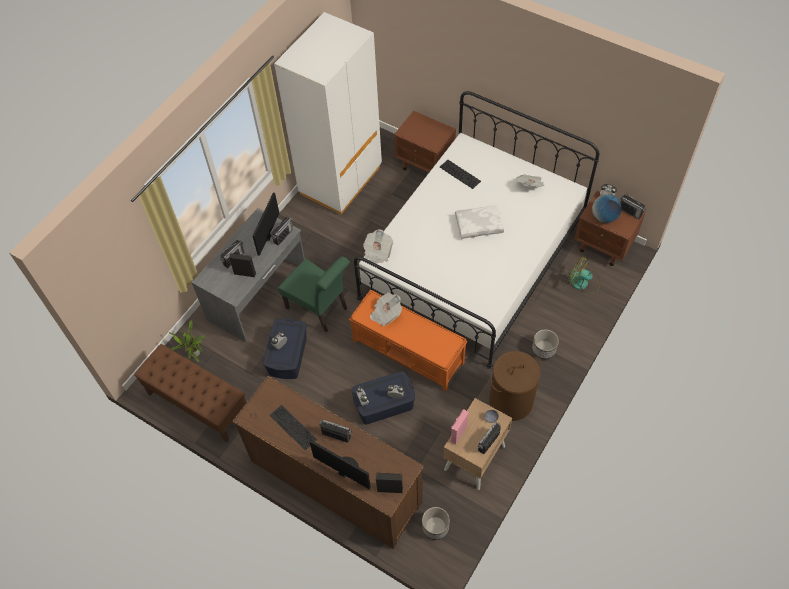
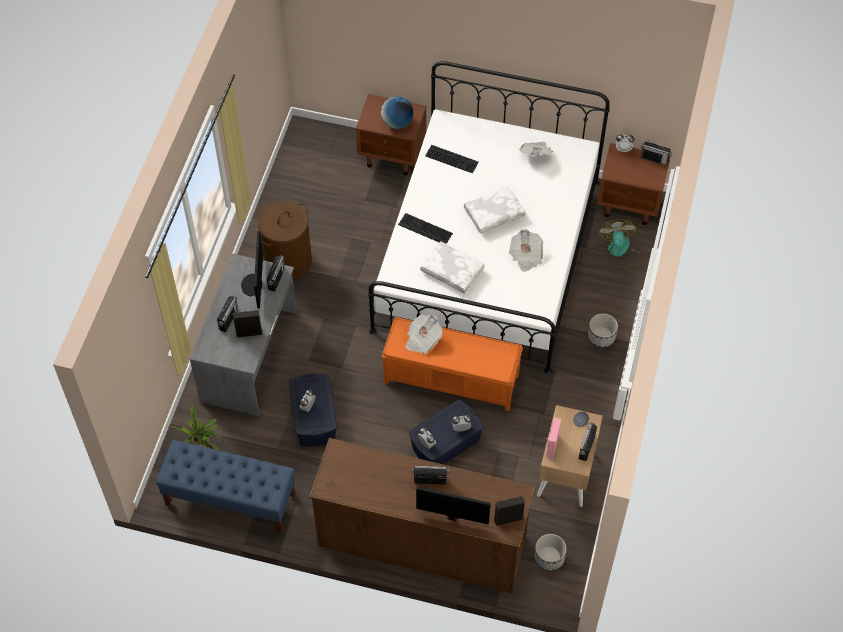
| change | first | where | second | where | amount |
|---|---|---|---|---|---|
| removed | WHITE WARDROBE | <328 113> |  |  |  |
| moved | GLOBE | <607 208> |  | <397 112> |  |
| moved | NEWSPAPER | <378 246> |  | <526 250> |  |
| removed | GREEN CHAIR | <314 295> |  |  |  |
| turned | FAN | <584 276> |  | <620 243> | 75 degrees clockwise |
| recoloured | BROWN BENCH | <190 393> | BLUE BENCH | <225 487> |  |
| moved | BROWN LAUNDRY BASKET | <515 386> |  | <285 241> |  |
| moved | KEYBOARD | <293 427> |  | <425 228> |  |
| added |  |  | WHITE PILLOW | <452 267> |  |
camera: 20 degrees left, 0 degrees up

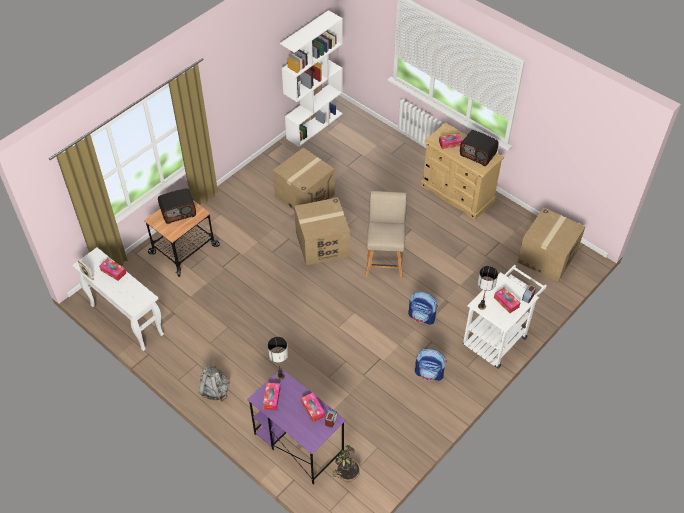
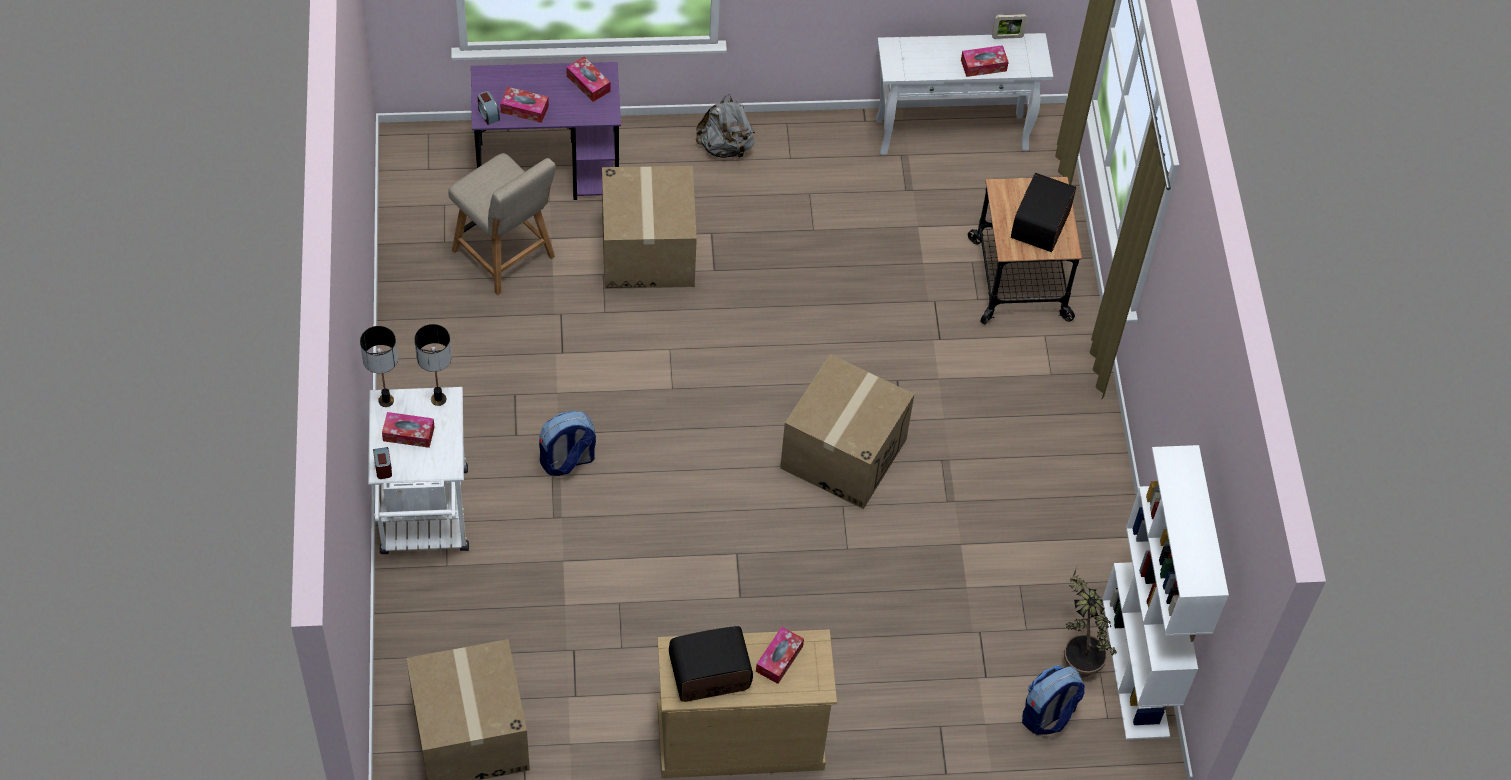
| change | first | where | second | where | amount |
|---|---|---|---|---|---|
| moved | CARDBOARD BOX | <304 179> |  | <649 227> |  |
| moved | BEIGE CHAIR | <386 235> |  | <502 224> |  |
| moved | TABLE LAMP | <278 358> |  | <379 366> |  |
| moved | BACKPACK | <431 365> |  | <1053 700> |  |
| moved | POTTED PLANT | <346 463> |  | <1090 621> |  |
camera: 130 degrees right, 5 degrees up

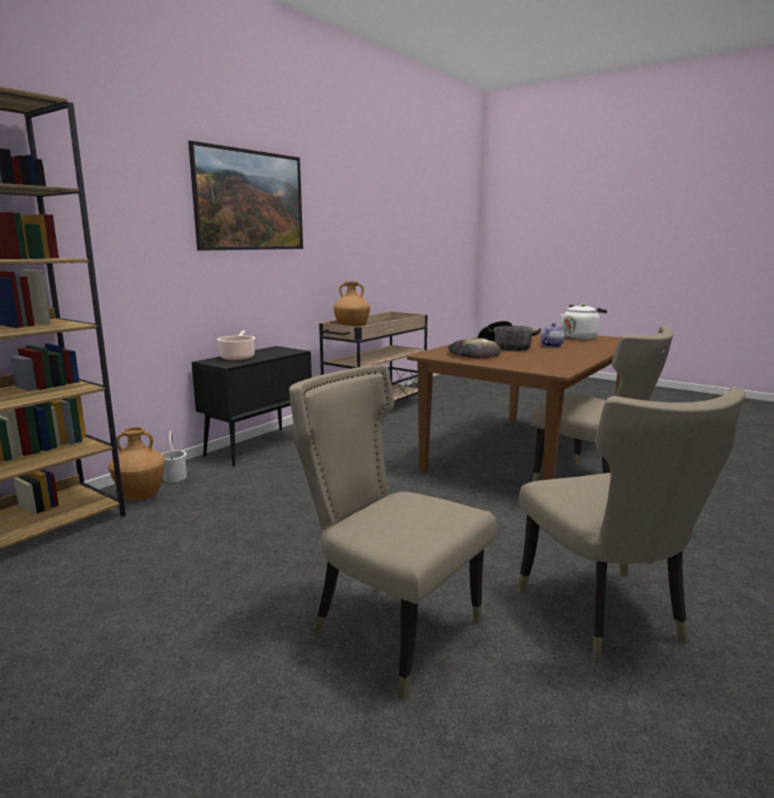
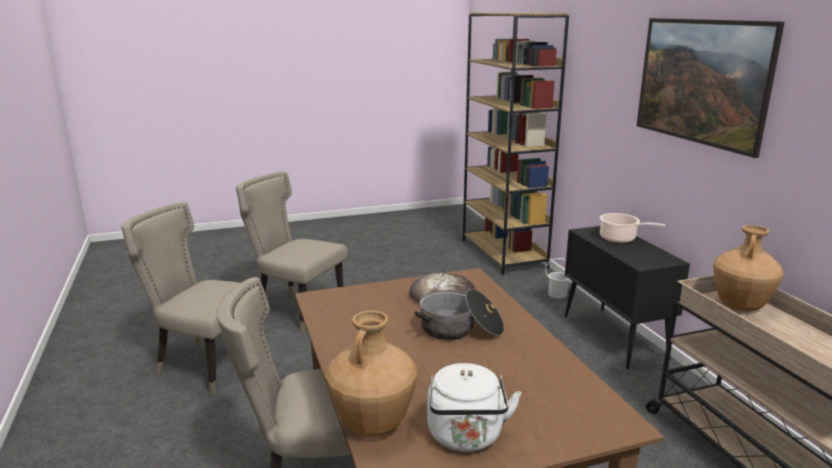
| change | first | where | second | where | amount |
|---|---|---|---|---|---|
| removed | TEAPOT | <552 335> |  |  |  |
| turned | BEIGE CHAIR | <393 532> |  | <292 251> | 135 degrees counterclockwise |
| moved | BROWN VASE | <136 463> |  | <371 374> |  |
camera: 125 degrees right, 5 degrees up

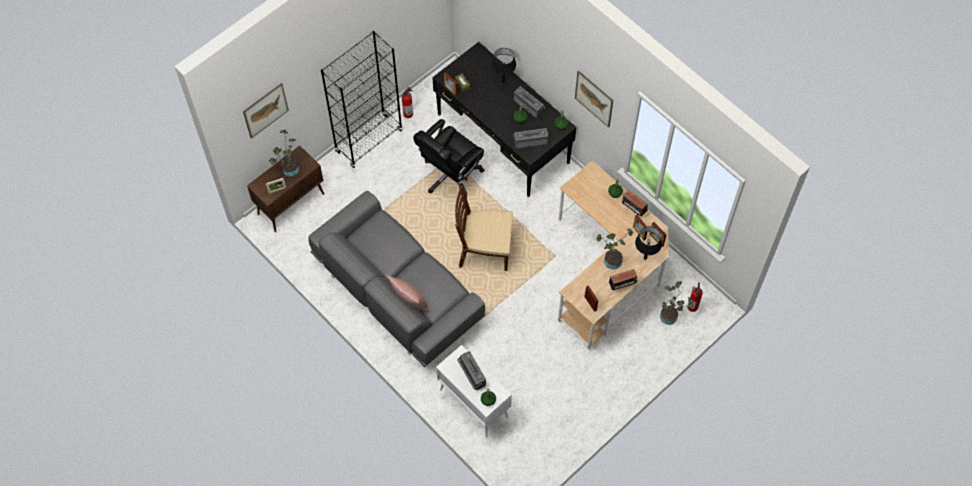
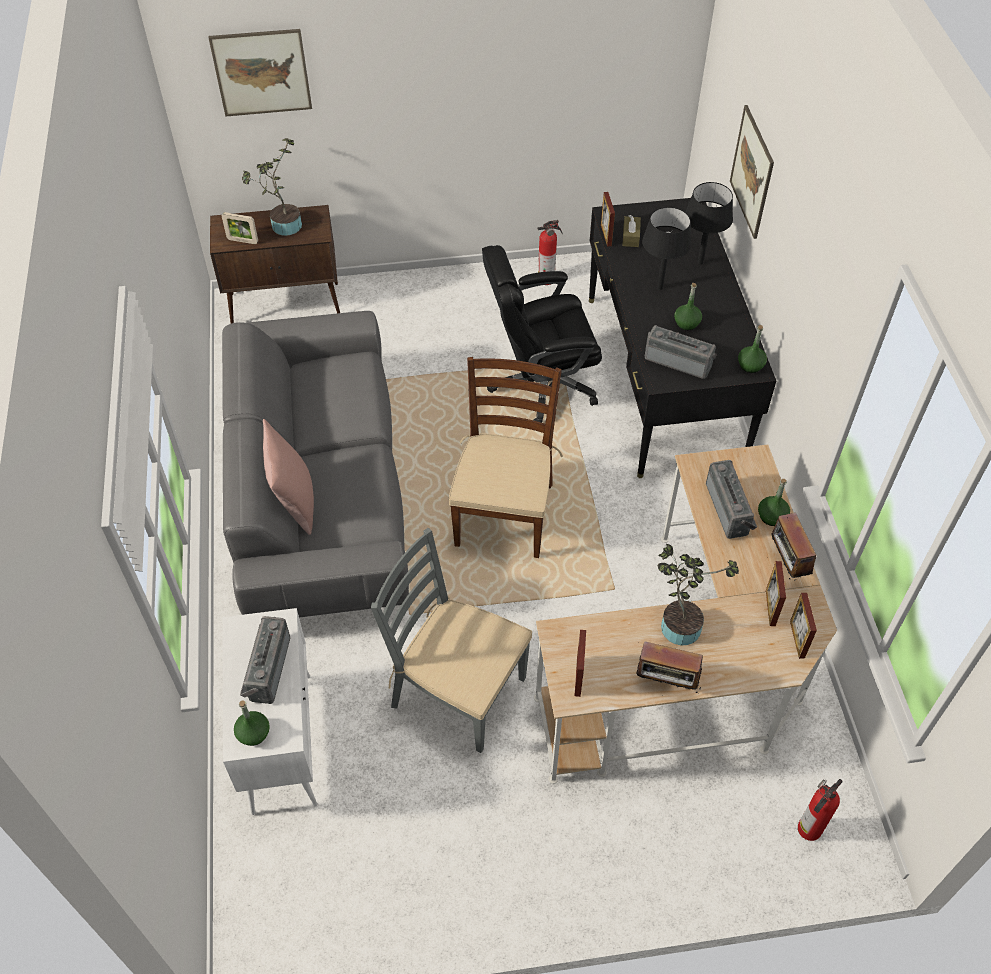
| change | first | where | second | where | amount |
|---|---|---|---|---|---|
| removed | BLACK BOOKCASE | <362 99> |  |  |  |
| moved | PICTURE | <594 99> |  | <752 172> |  |
| moved | RADIO | <530 102> |  | <731 499> |  |
| turned | BROWN CHAIR | <484 228> |  | <506 457> | 60 degrees clockwise |
| moved | BLACK TABLE LAMP | <648 243> |  | <667 248> |  |
| removed | POTTED PLANT | <676 303> |  |  |  |
| added |  |  | GREY CHAIR | <451 640> |  |
camera: 35 degrees right, 10 degrees down

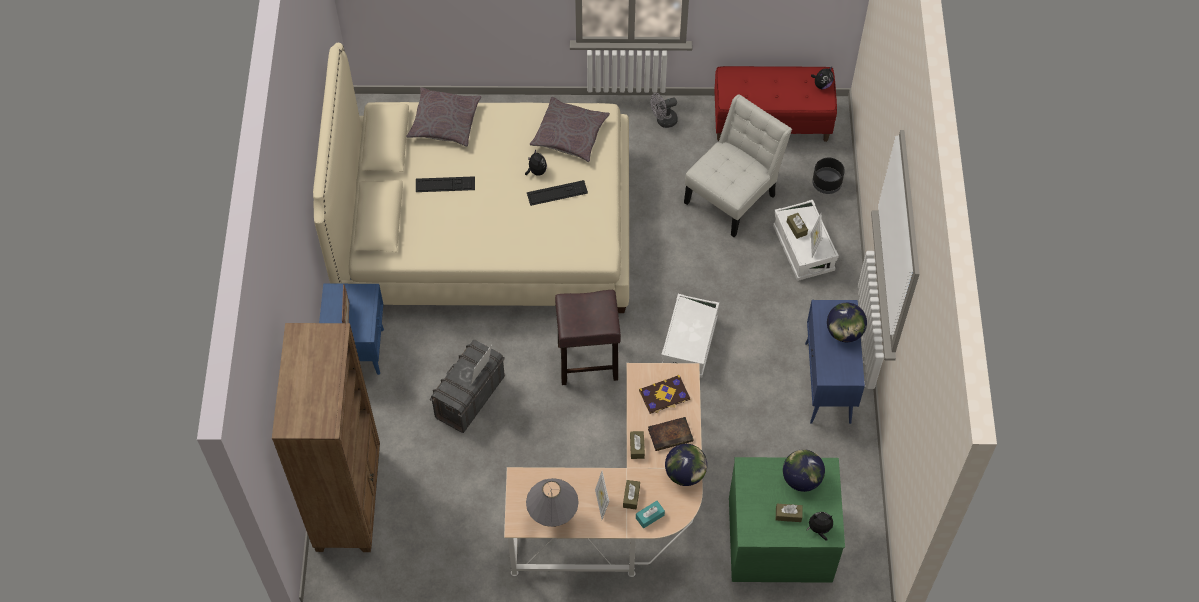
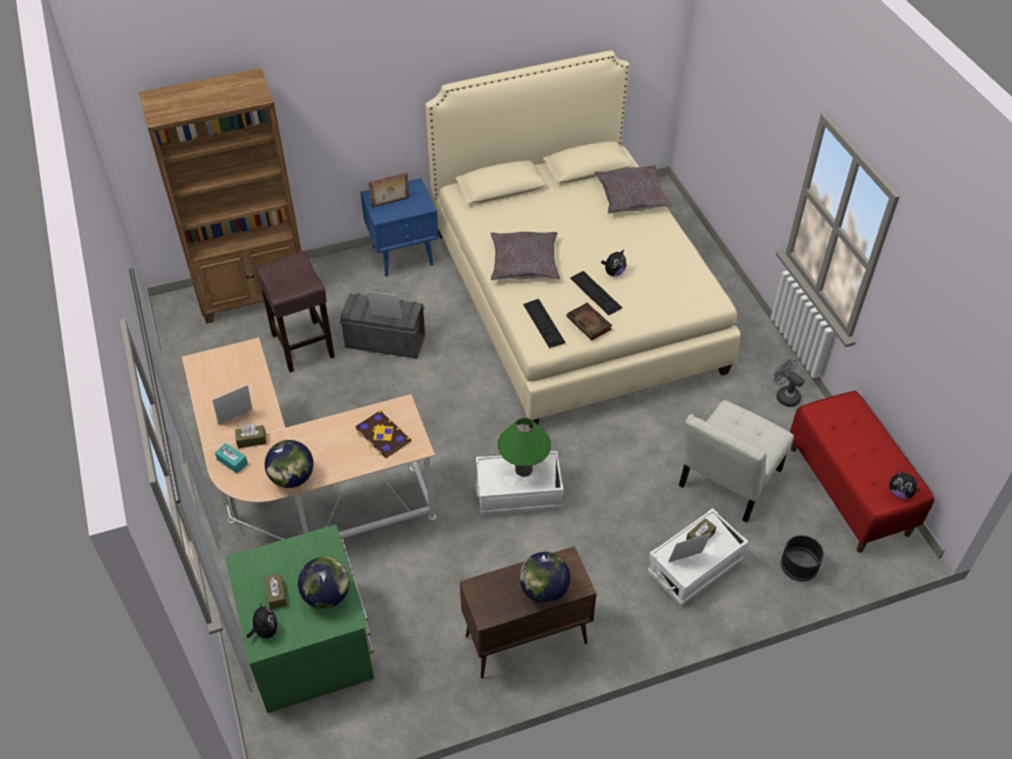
| change | first | where | second | where | amount |
|---|---|---|---|---|---|
| turned | WHITE CHAIR | <738 165> |  | <736 461> | 105 degrees clockwise |
| moved | GREY PILLOW | <570 129> |  | <525 256> |  |
| moved | KEYBOARD | <445 184> |  | <544 323> |  |
| moved | BROWN STOOL | <588 337> |  | <295 311> |  |
| recoloured | BLUE CABINET | <835 362> | BROWN CABINET | <528 612> |  |
| moved | BOOK | <670 434> |  | <589 321> |  |
| removed | BROWN TISSUE BOX | <637 445> |  |  |  |
| removed | GREY TABLE LAMP | <552 502> |  |  |  |
| added |  |  | GREEN TABLE LAMP | <524 447> |  |
camera: 70 degrees right, 10 degrees down

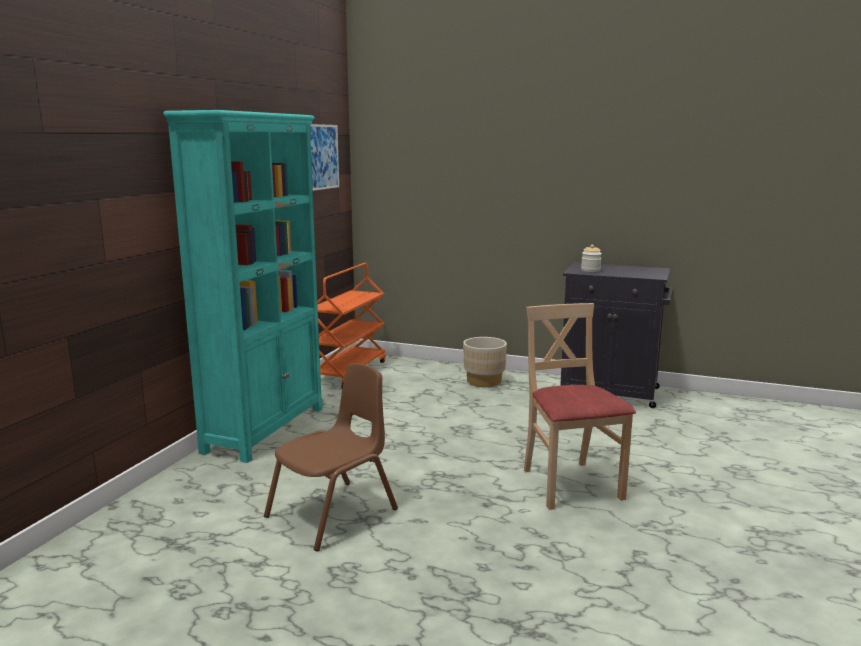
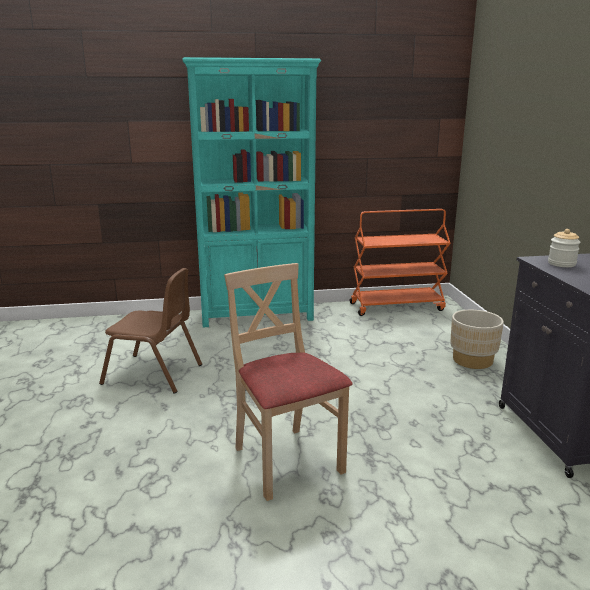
| change | first | where | second | where | amount |
|---|---|---|---|---|---|
| removed | PICTURE | <324 157> |  |  |  |
| turned | BEIGE CHAIR | <580 406> |  | <288 382> | 75 degrees counterclockwise |
camera: 60 degrees right, 5 degrees up

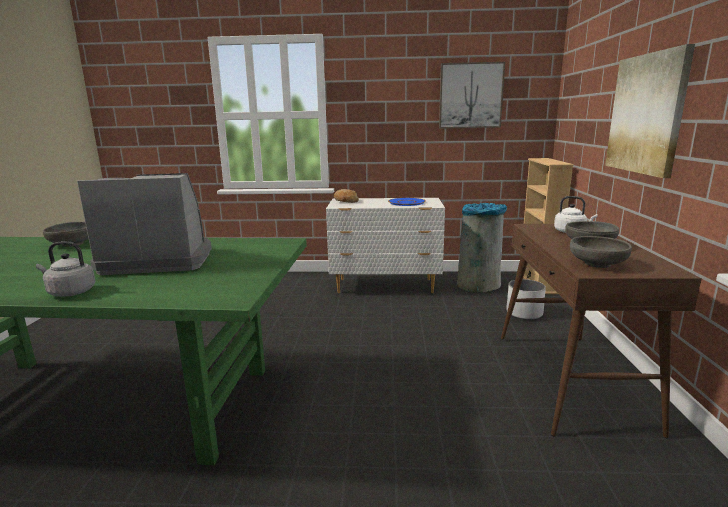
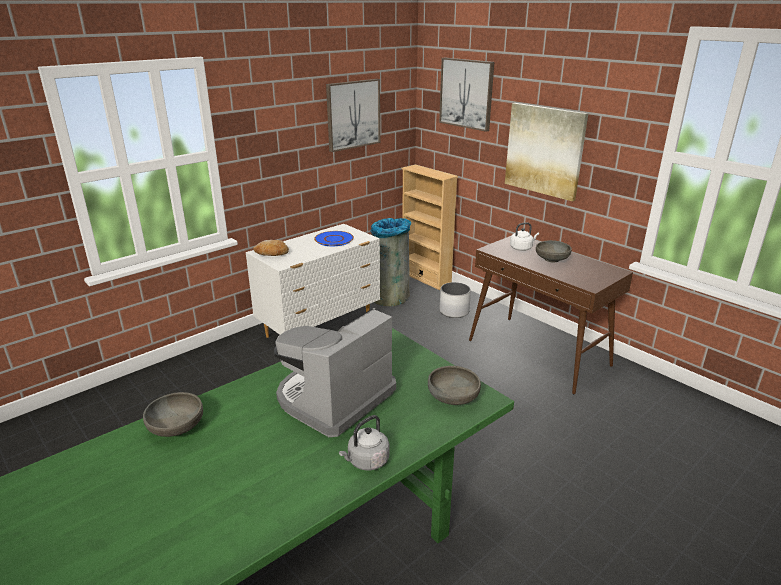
| change | first | where | second | where | amount |
|---|---|---|---|---|---|
| moved | GREY BOWL | <601 252> |  | <454 385> |  |
| added |  |  | PICTURE | <466 95> |  |
camera: 45 degrees left, 10 degrees up

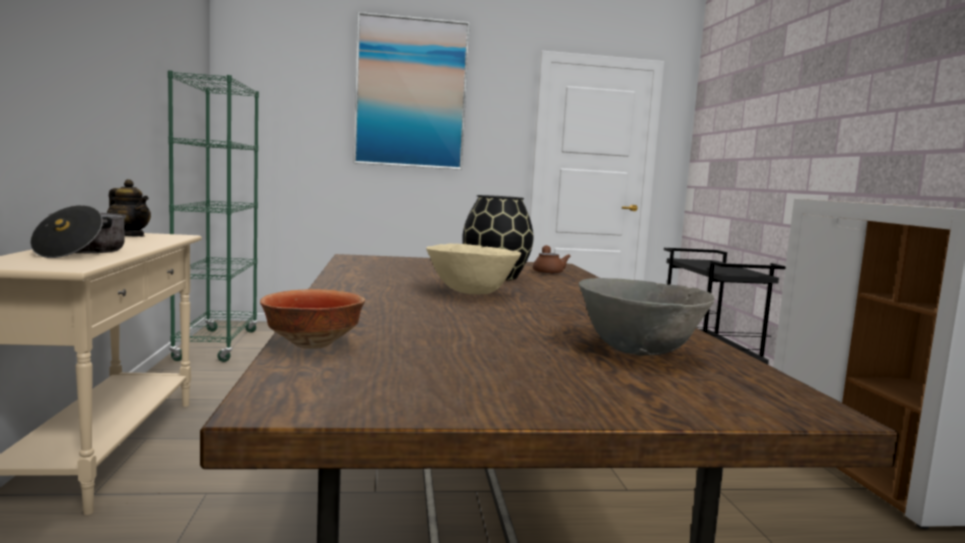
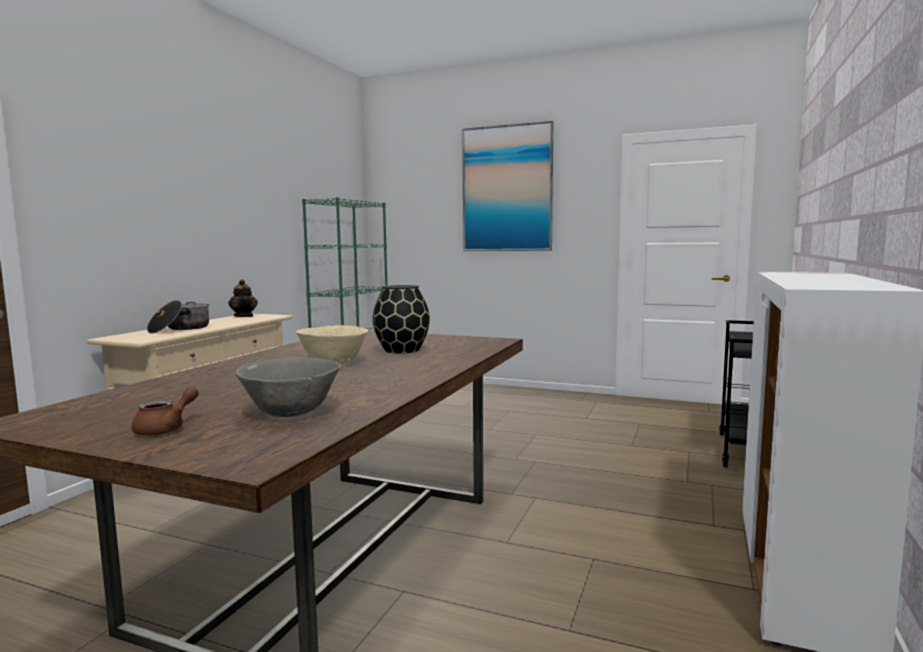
| change | first | where | second | where | amount |
|---|---|---|---|---|---|
| moved | BROWN TEAPOT | <552 259> |  | <165 411> |  |
| removed | BOWL | <312 319> |  |  |  |
camera: 30 degrees right, 0 degrees up

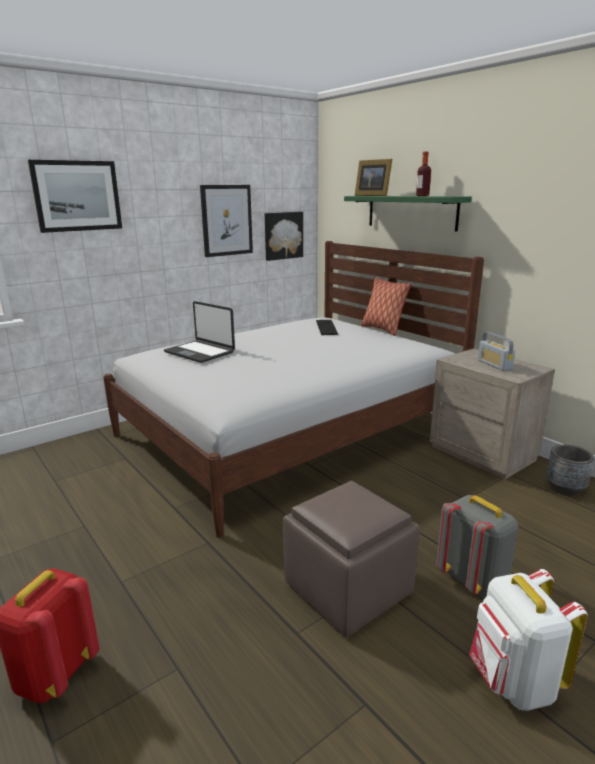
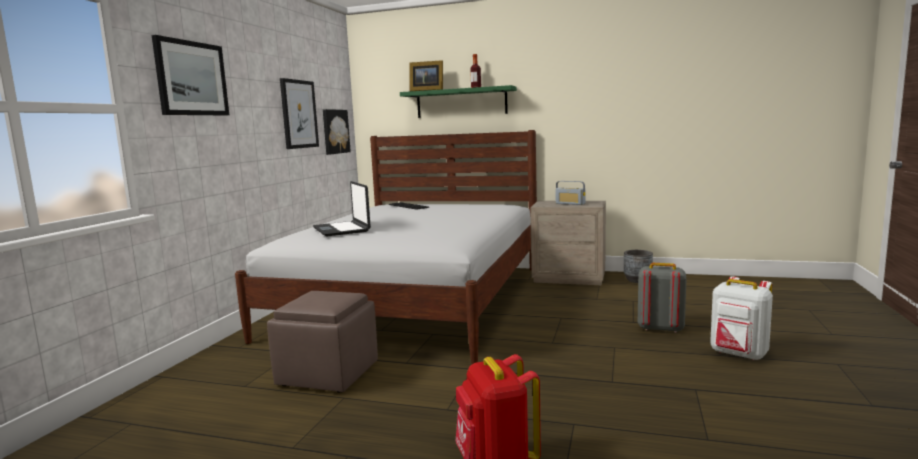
| change | first | where | second | where | amount |
|---|---|---|---|---|---|
| removed | PILLOW | <386 306> |  |  |  |
| turned | LAPTOP | <199 332> |  | <342 208> | 60 degrees clockwise |
| moved | BROWN OTTOMAN | <351 559> |  | <322 341> |  |
camera: 35 degrees left, 10 degrees down

